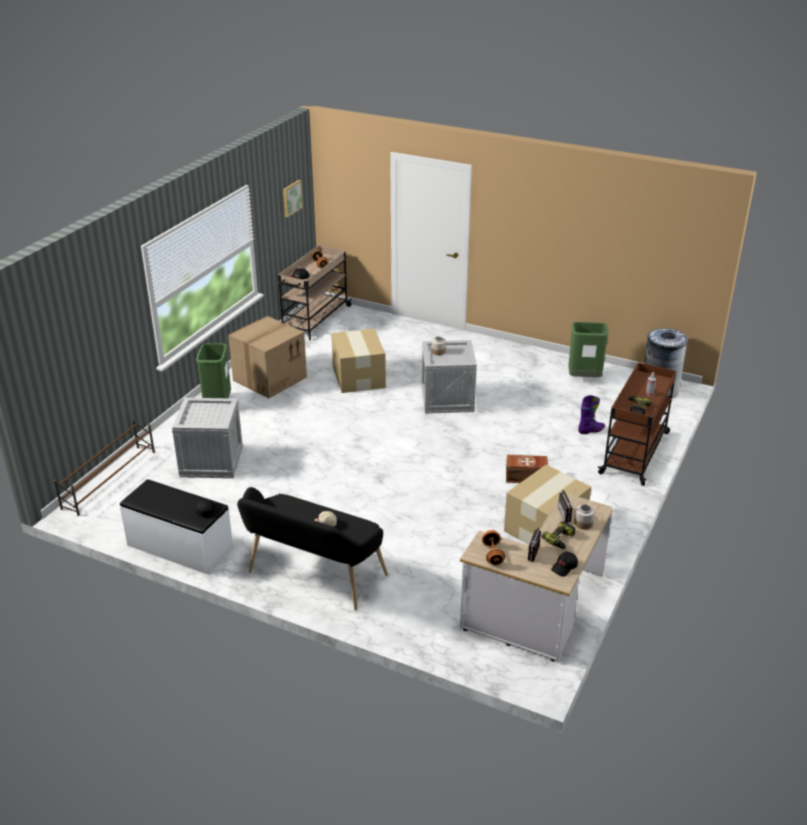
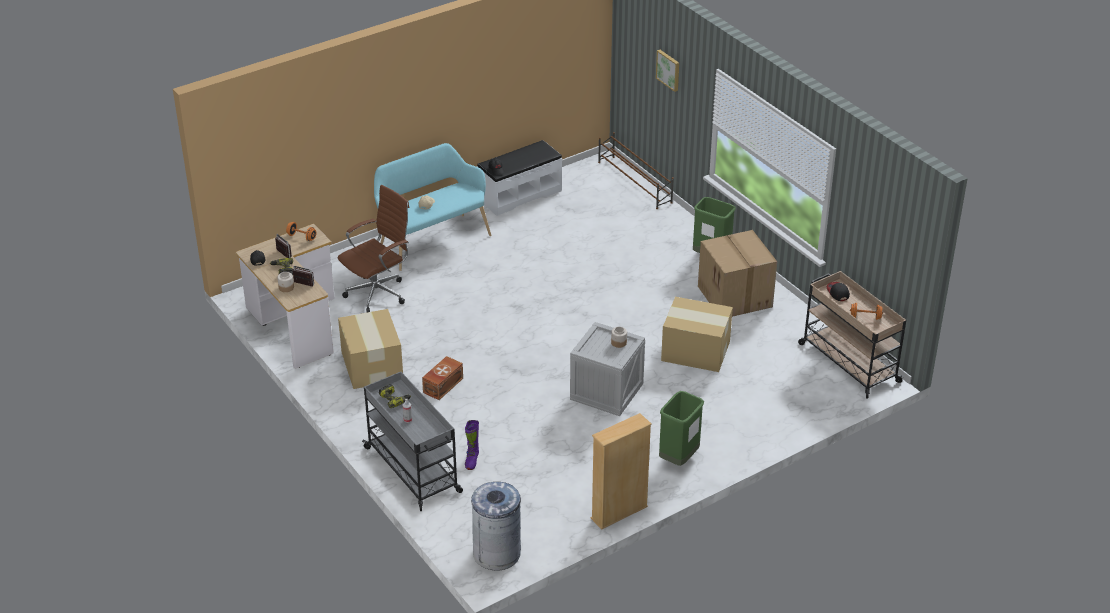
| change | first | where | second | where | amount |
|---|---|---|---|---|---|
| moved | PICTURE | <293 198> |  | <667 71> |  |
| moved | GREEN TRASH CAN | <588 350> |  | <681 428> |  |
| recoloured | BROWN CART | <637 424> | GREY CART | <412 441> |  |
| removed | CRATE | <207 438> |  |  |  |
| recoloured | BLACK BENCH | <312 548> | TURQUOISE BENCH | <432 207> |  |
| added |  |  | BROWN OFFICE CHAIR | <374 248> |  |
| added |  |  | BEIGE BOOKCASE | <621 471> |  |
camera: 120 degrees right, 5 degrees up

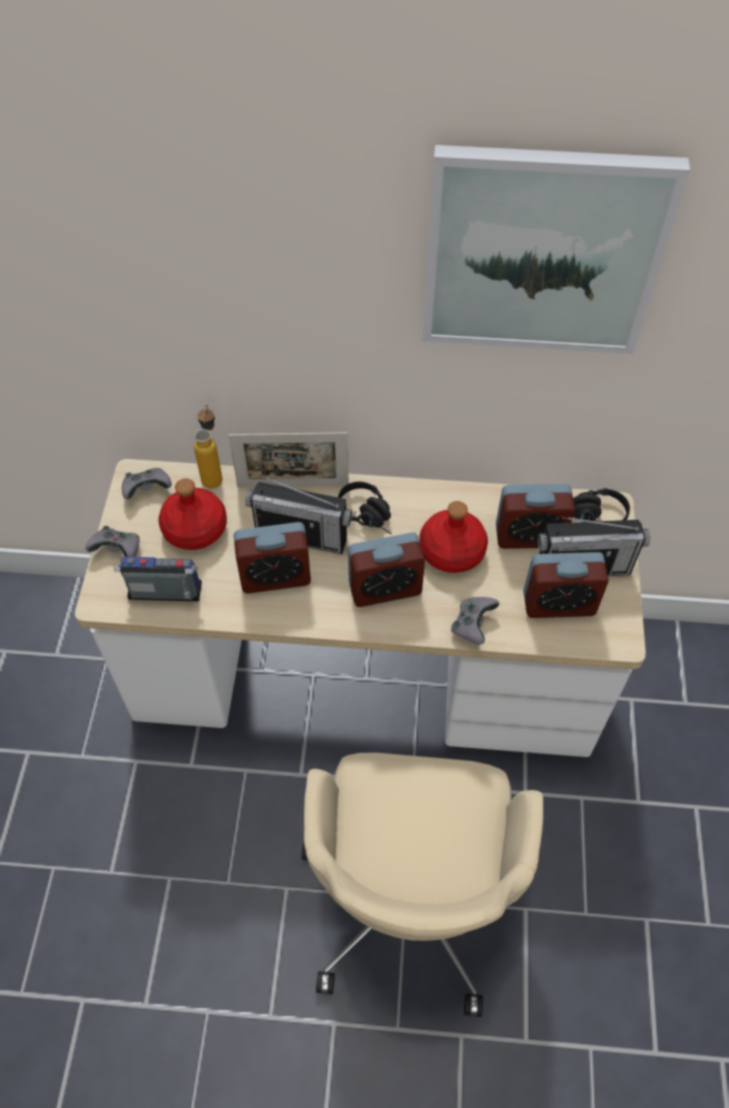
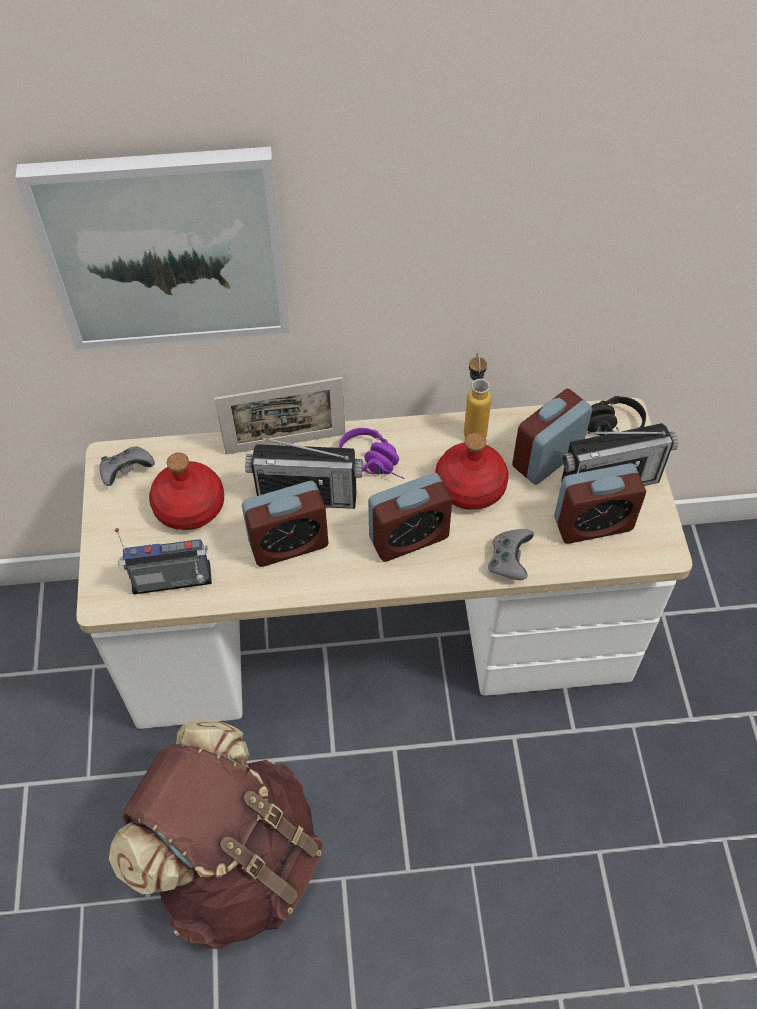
| change | first | where | second | where | amount |
|---|---|---|---|---|---|
| moved | PICTURE | <556 249> |  | <152 248> |  |
| moved | BOTTLE | <208 447> |  | <477 395> |  |
| recoloured | BLACK HEADPHONES | <365 507> | PURPLE HEADPHONES | <371 453> |  |
| turned | ALARM CLOCK | <535 516> |  | <552 437> | 150 degrees clockwise |
| removed | GREY GAME CONTROLLER | <112 541> |  |  |  |
| removed | BEIGE OFFICE CHAIR | <422 884> |  |  |  |
| added |  |  | BROWN BACKPACK | <216 834> |  |
camera: 10 degrees left, 0 degrees up

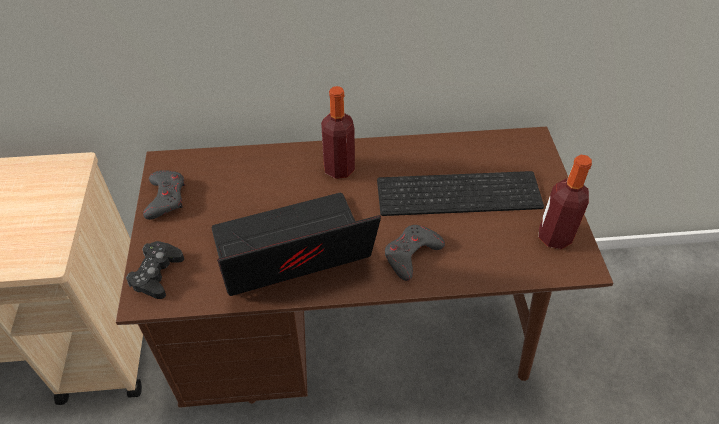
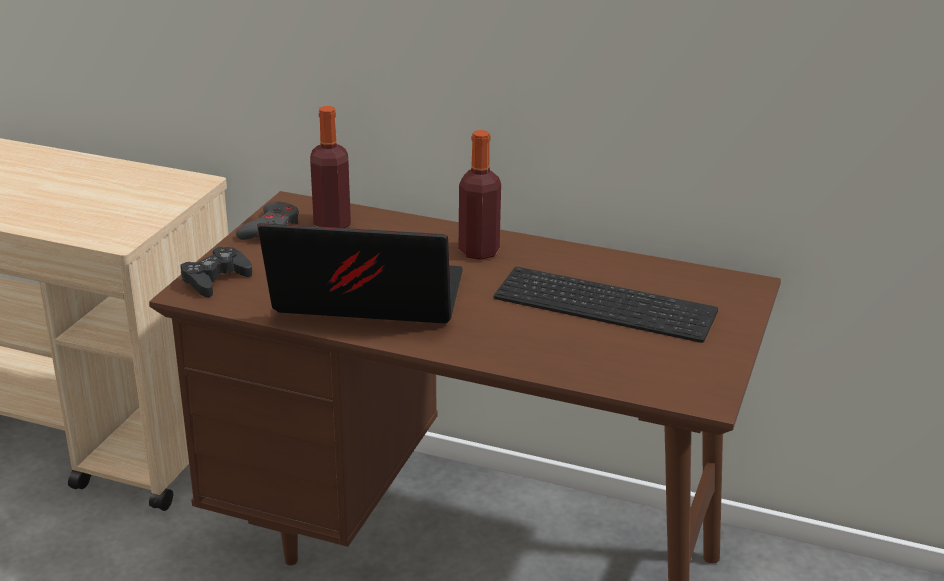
| change | first | where | second | where | amount |
|---|---|---|---|---|---|
| moved | BOTTLE | <565 202> |  | <330 167> |  |
| removed | GREY GAME CONTROLLER | <415 253> |  |  |  |
camera: 25 degrees right, 20 degrees down

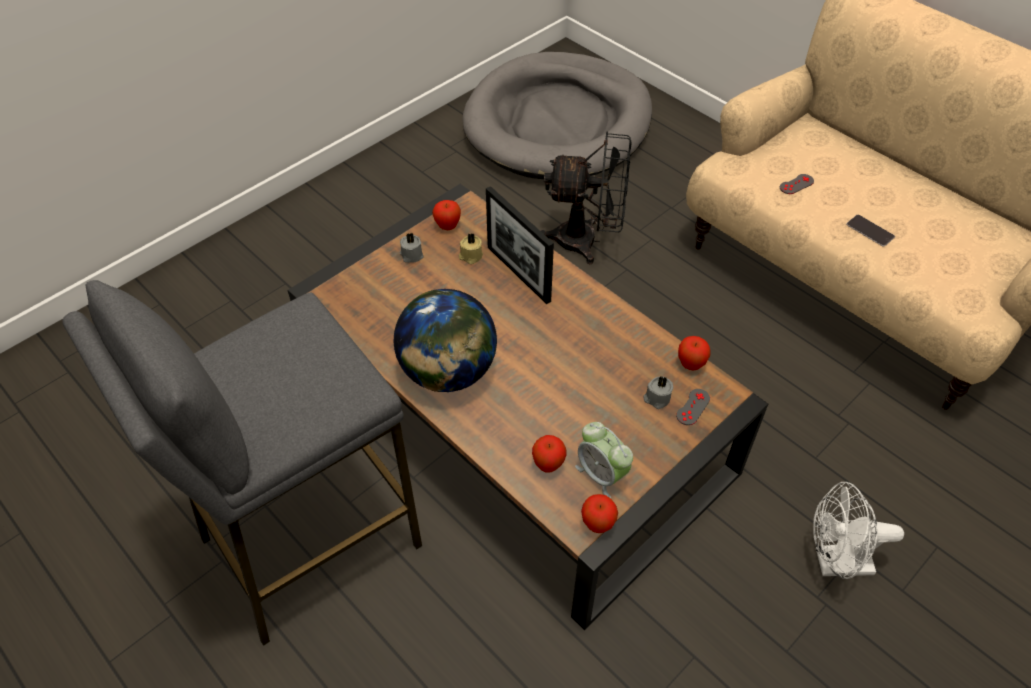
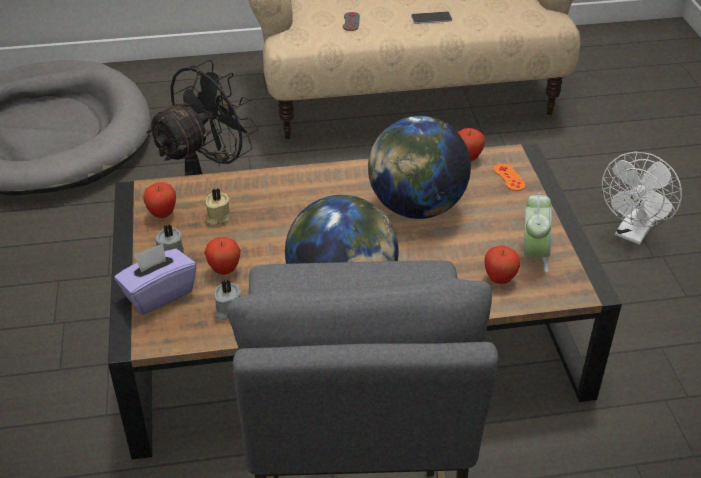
| change | first | where | second | where | amount |
|---|---|---|---|---|---|
| removed | PICTURE FRAME | <520 245> |  |  |  |
| moved | GREY CANDLE | <658 392> |  | <227 300> |  |
| recoloured | GREY GAME CONTROLLER | <693 407> | ORANGE GAME CONTROLLER | <510 177> |  |
| turned | ALARM CLOCK | <604 460> |  | <538 232> | 75 degrees counterclockwise |
| moved | APPLE | <599 513> |  | <222 256> |  |
| added |  |  | GLOBE | <419 167> |  |
| added |  |  | PURPLE TISSUE BOX | <155 279> |  |
camera: 55 degrees left, 10 degrees down

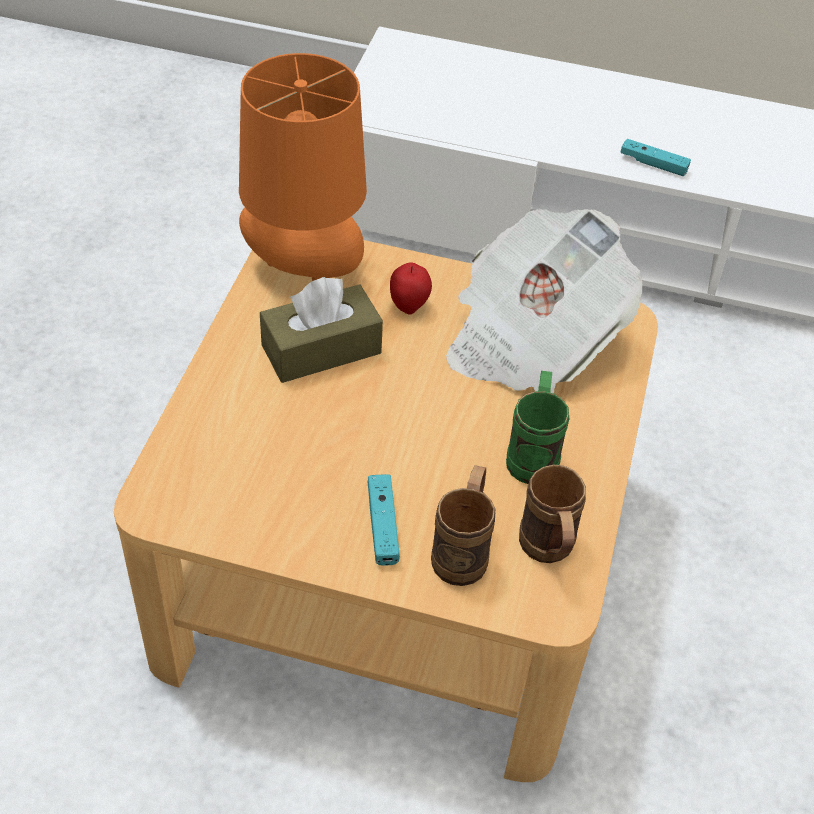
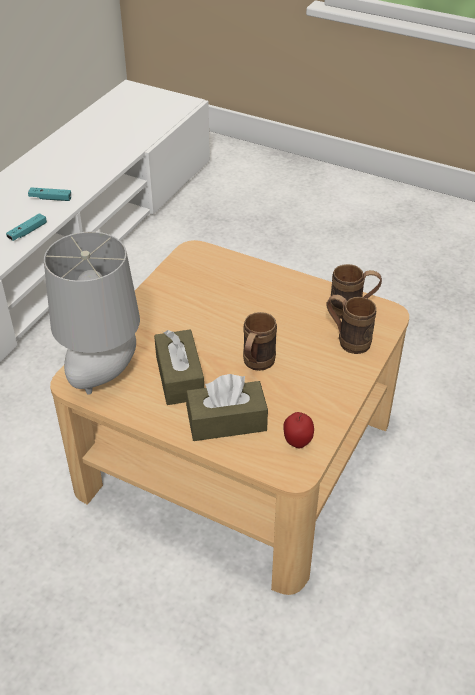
| change | first | where | second | where | amount |
|---|---|---|---|---|---|
| recoloured | ORANGE TABLE LAMP | <303 167> | GREY TABLE LAMP | <92 313> |  |
| removed | NEWSPAPER | <544 301> |  |  |  |
| moved | APPLE | <411 289> |  | <298 430> |  |
| removed | GREEN MUG | <538 427> |  |  |  |
| moved | TURQUOISE GAME CONTROLLER | <384 520> |  | <49 194> |  |
| added |  |  | BROWN MUG | <260 341> |  |
| added |  |  | BROWN TISSUE BOX | <227 407> |  |
camera: 75 degrees left, 5 degrees down

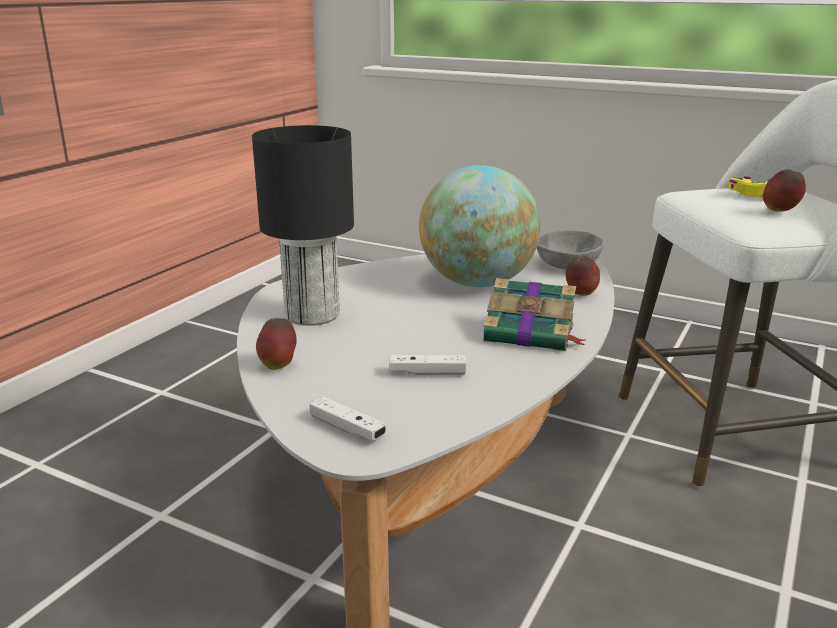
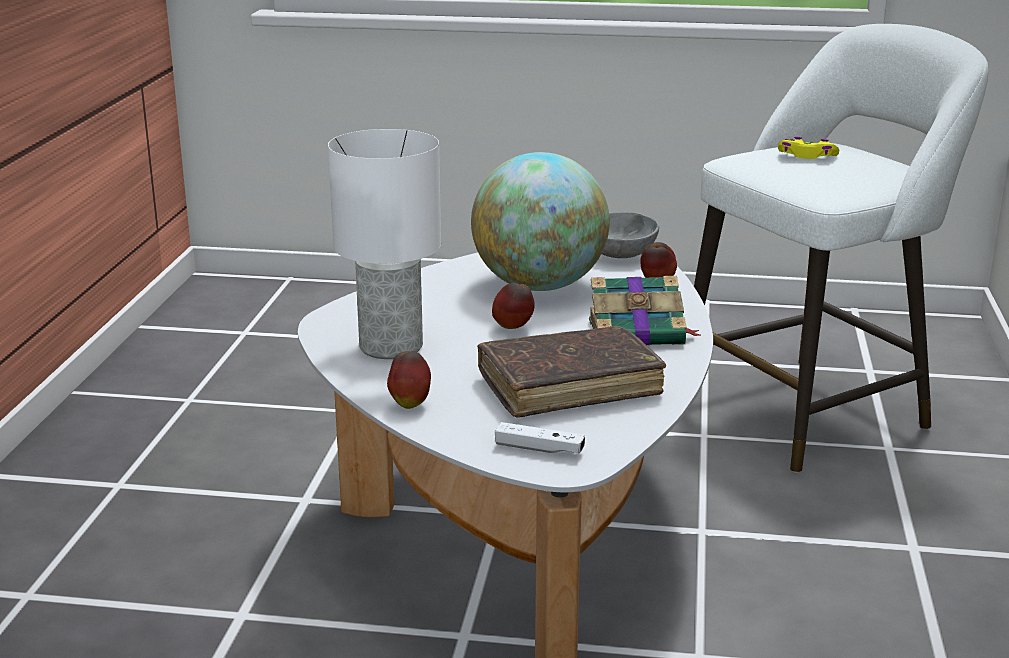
| change | first | where | second | where | amount |
|---|---|---|---|---|---|
| recoloured | BLACK TABLE LAMP | <303 225> | WHITE TABLE LAMP | <384 244> |  |
| moved | APPLE | <784 190> |  | <513 306> |  |
| replaced | WHITE GAME CONTROLLER | <427 365> | BROWN BOOK | <571 372> |  |
camera: 20 degrees left, 0 degrees up

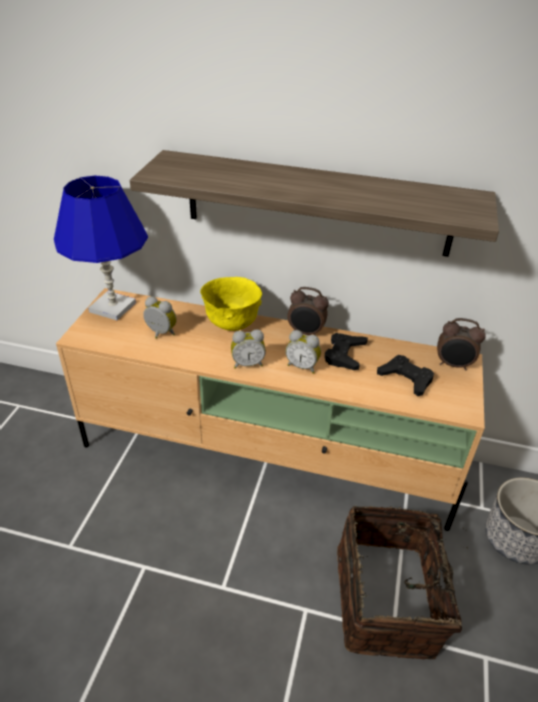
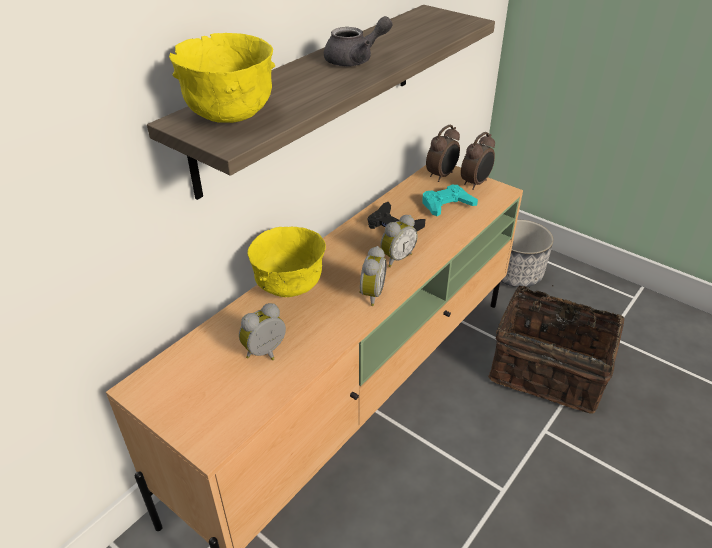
| change | first | where | second | where | amount |
|---|---|---|---|---|---|
| removed | BLUE TABLE LAMP | <101 247> |  |  |  |
| moved | ALARM CLOCK | <308 311> |  | <478 161> |  |
| recoloured | BLACK GAME CONTROLLER | <405 375> | TURQUOISE GAME CONTROLLER | <450 200> |  |
| added |  |  | GREY TEAPOT | <358 41> |  |
| added |  |  | YELLOW BOWL | <222 78> |  |
camera: 65 degrees left, 0 degrees up

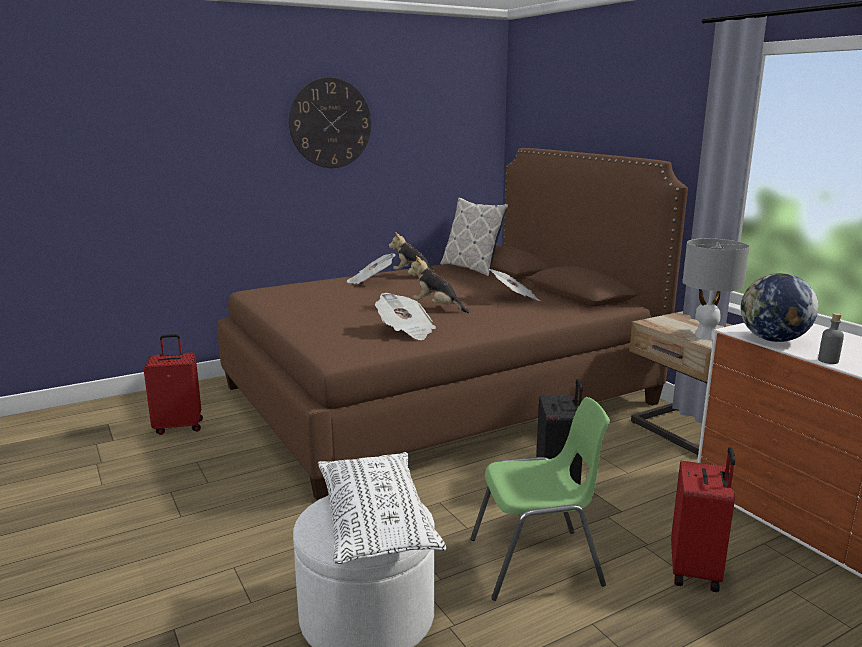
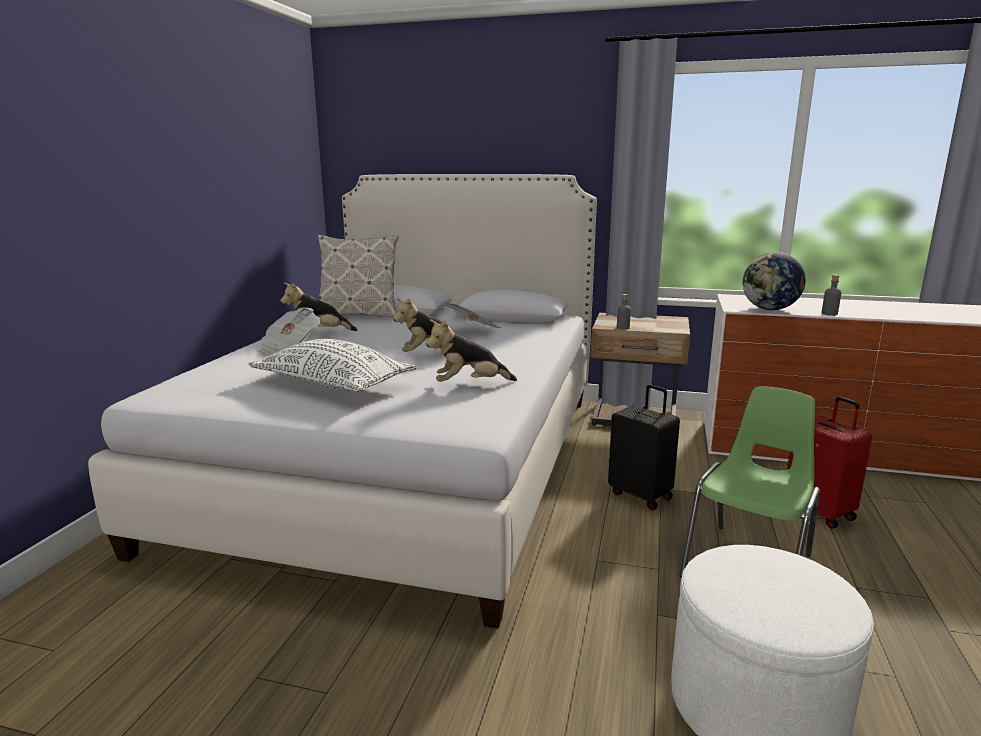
| change | first | where | second | where | amount |
|---|---|---|---|---|---|
| removed | WALL CLOCK | <330 122> |  |  |  |
| recoloured | BROWN BED | <452 324> | WHITE BED | <342 401> |  |
| removed | GREY TABLE LAMP | <716 289> |  |  |  |
| replaced | NEWSPAPER | <405 316> | PLUSH TOY | <471 351> |  |
| removed | RED SUITCASE | <173 384> |  |  |  |
| moved | WHITE PILLOW | <382 508> |  | <332 365> |  |
| added |  |  | GREY BOTTLE | <624 311> |  |
camera: 45 degrees left, 0 degrees up

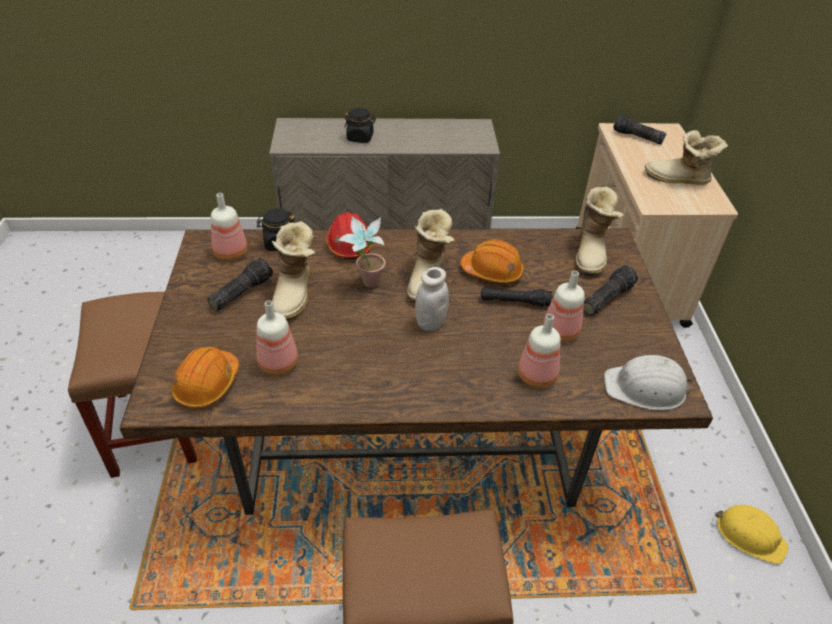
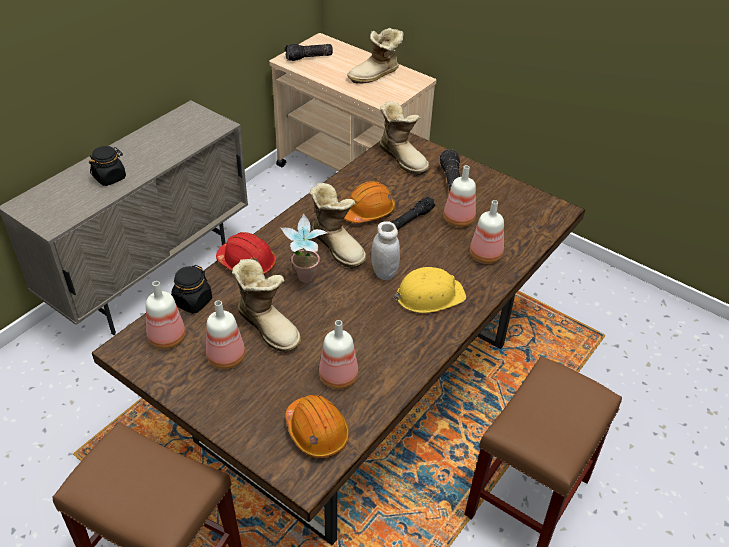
| change | first | where | second | where | amount |
|---|---|---|---|---|---|
| replaced | FLASHLIGHT | <240 284> | BOTTLE | <225 334> |  |
| removed | WHITE HARD HAT | <649 382> |  |  |  |
| moved | YELLOW HARD HAT | <751 534> |  | <430 290> |  |
camera: 50 degrees left, 0 degrees up

